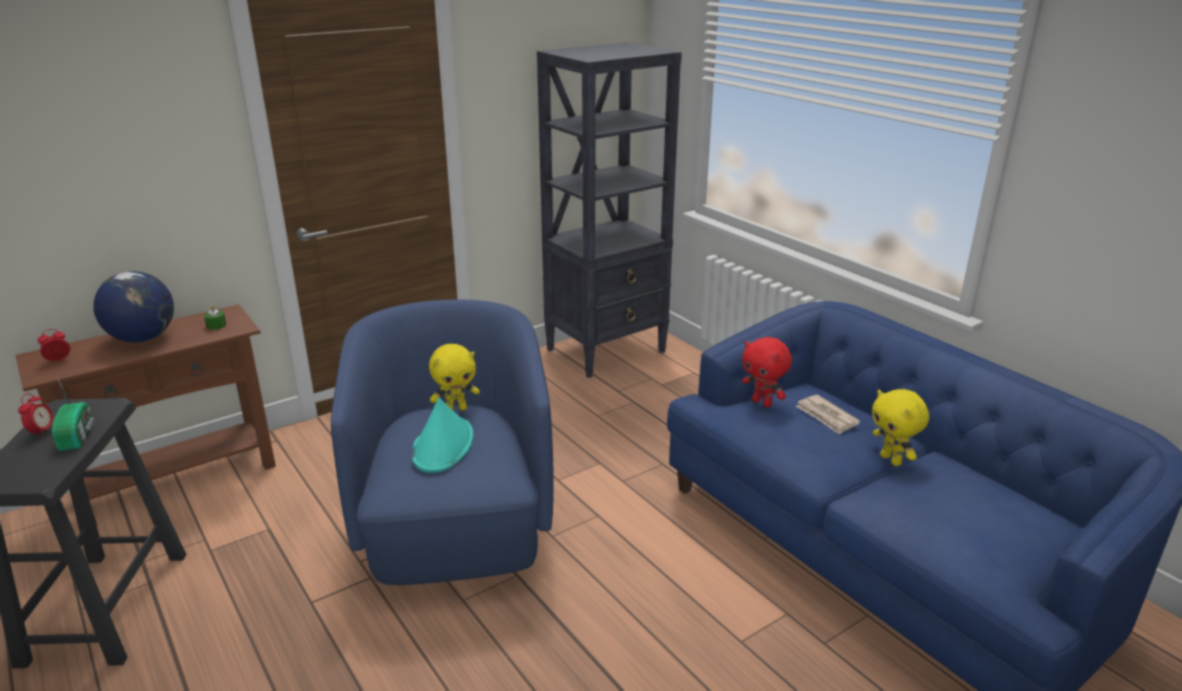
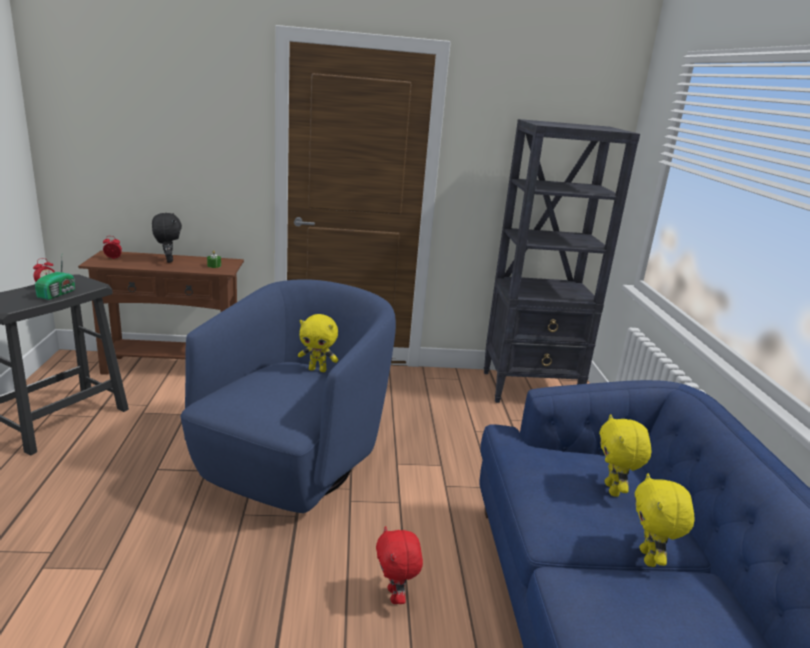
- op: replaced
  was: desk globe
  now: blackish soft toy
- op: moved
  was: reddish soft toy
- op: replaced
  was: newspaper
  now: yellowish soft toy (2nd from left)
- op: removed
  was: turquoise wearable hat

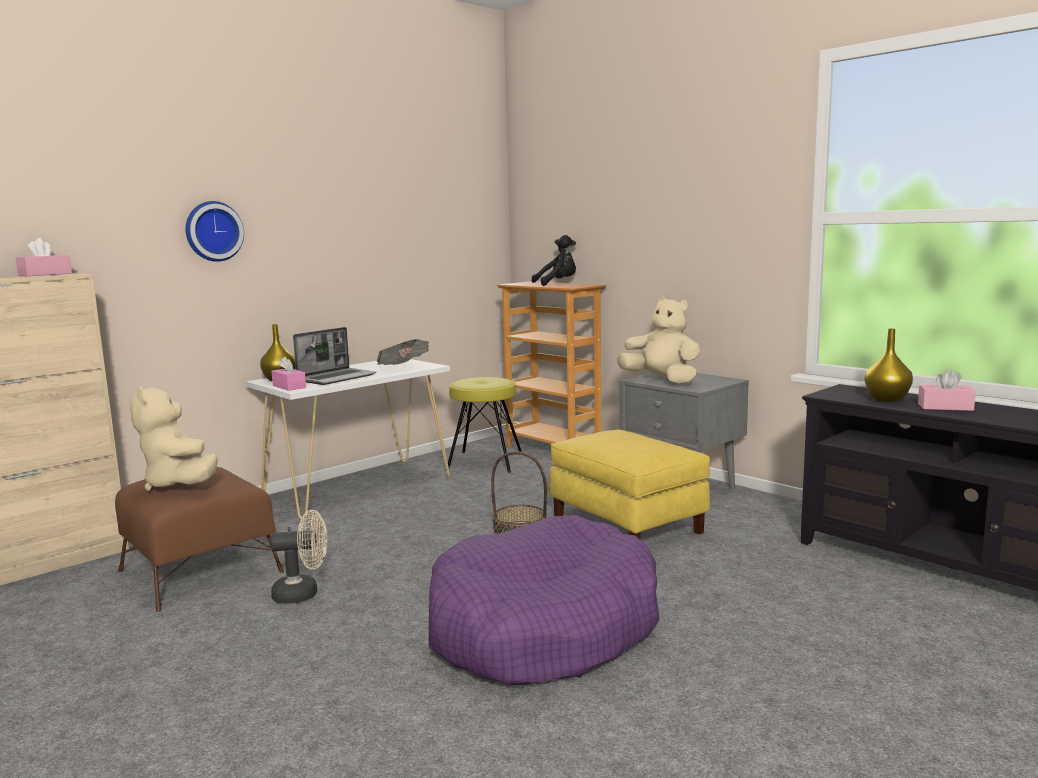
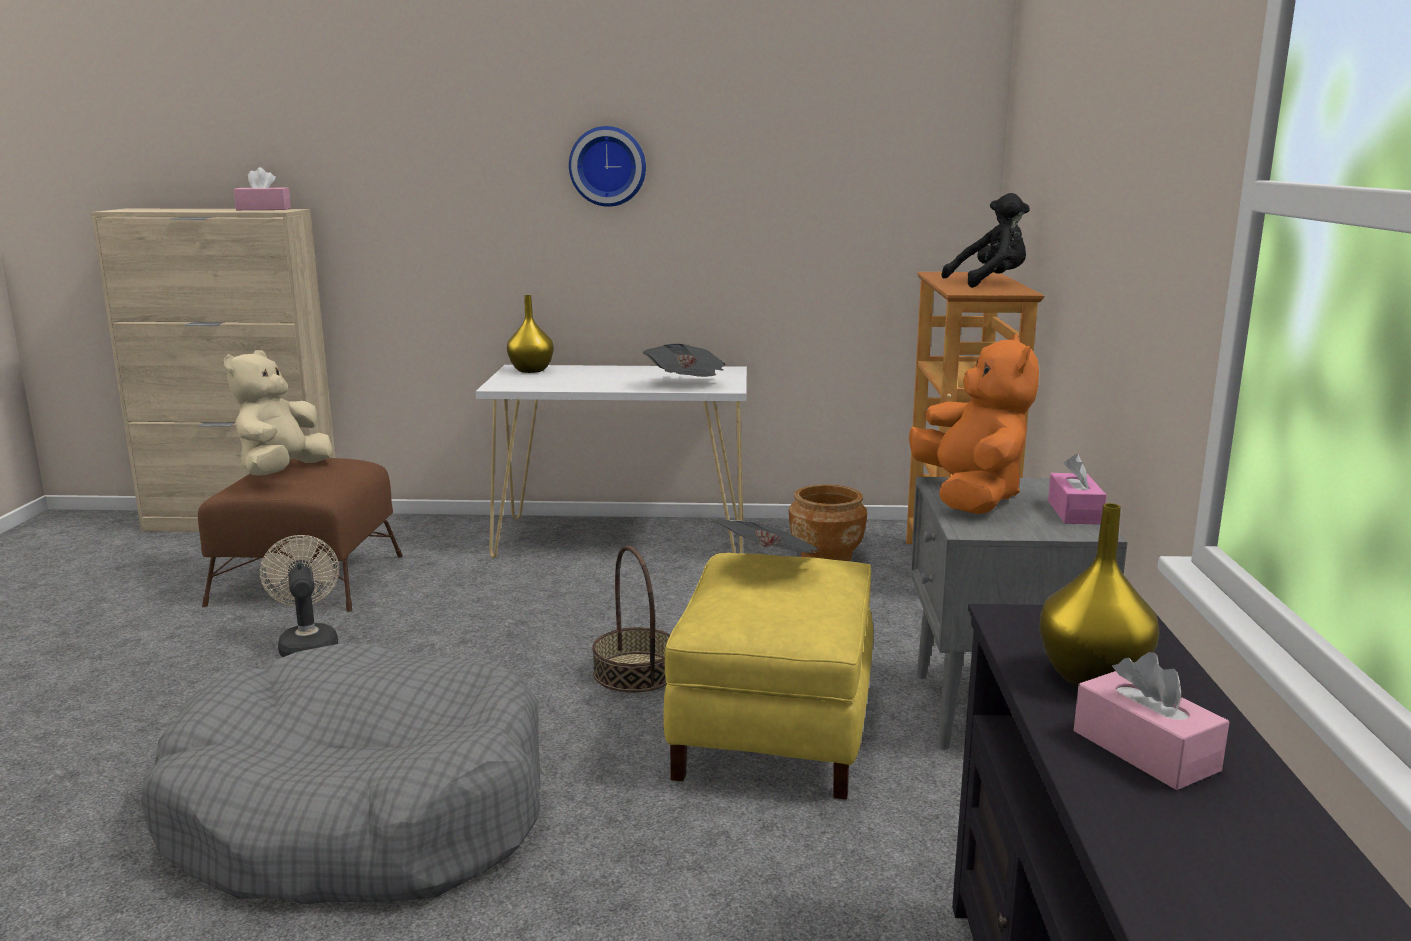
- op: recoloured
  was: purple pet bed
  now: grey pet bed
- op: turned
  was: beige cooling fan
  clockwise: -150
- op: moved
  was: clock on the wall
- op: added
  now: newspaper (2nd from left)
- op: replaced
  was: yellowish stool seat
  now: brownish plant pot
- op: recoloured
  was: beige soft toy (2nd from left)
  now: orange soft toy
- op: turned
  was: blackish soft toy
  clockwise: -45
- op: moved
  was: pink tissue box (2nd from left)
- op: removed
  was: notebook computer

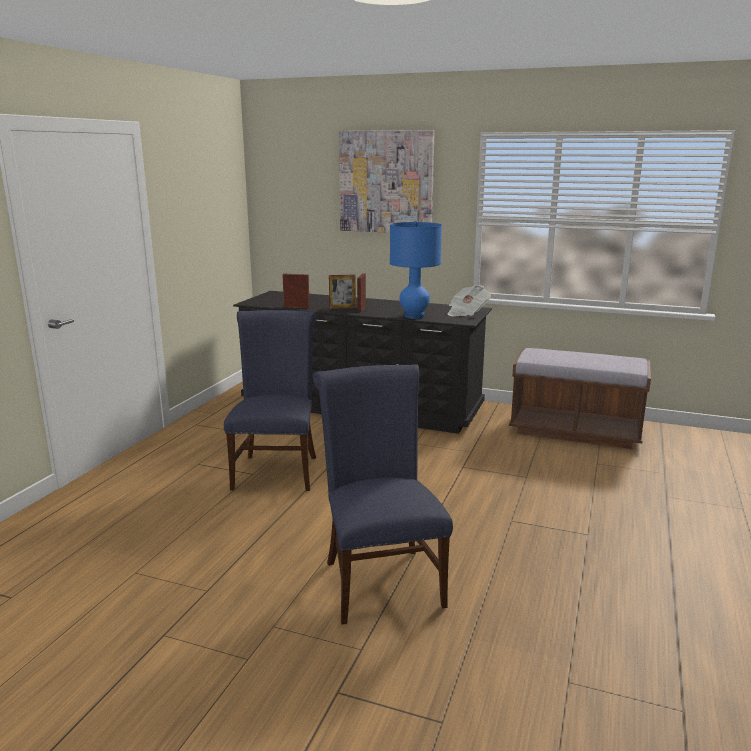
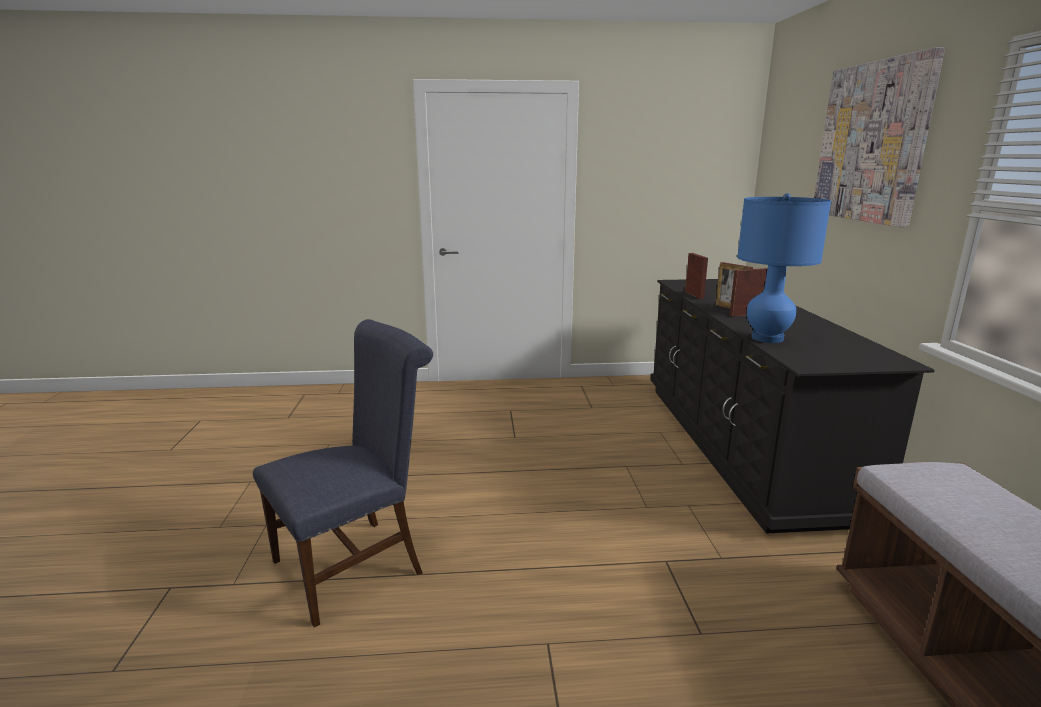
- op: removed
  was: blue chair (1st from left)
- op: removed
  was: newspaper

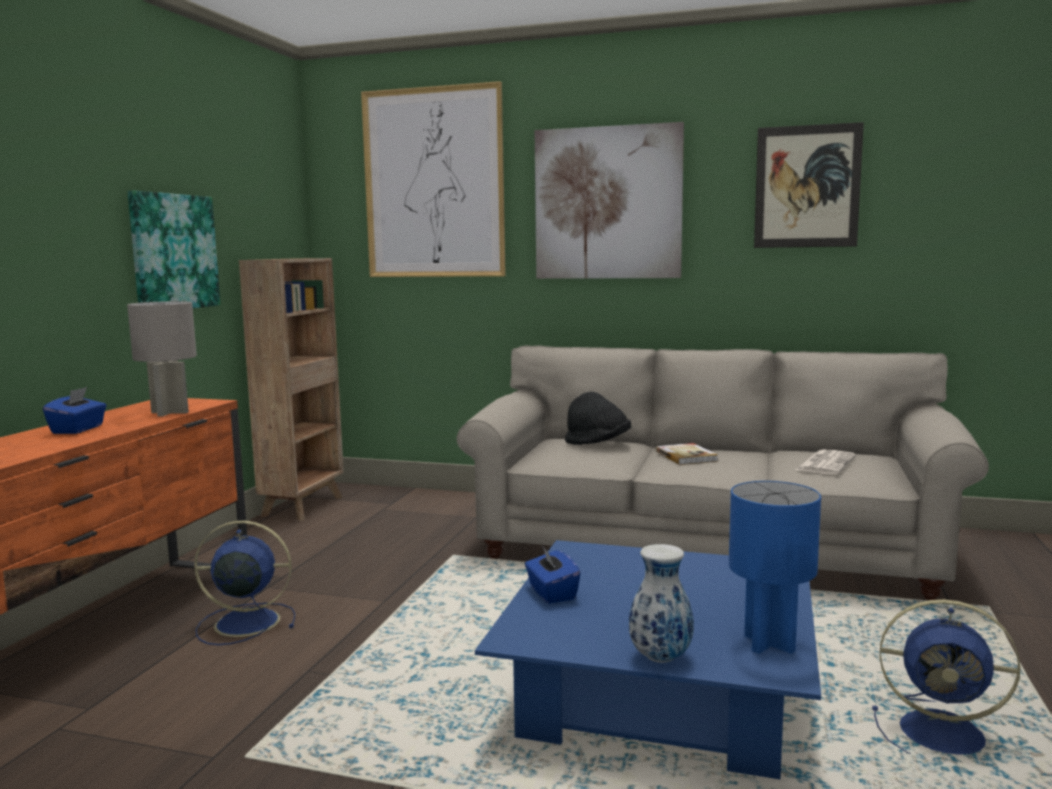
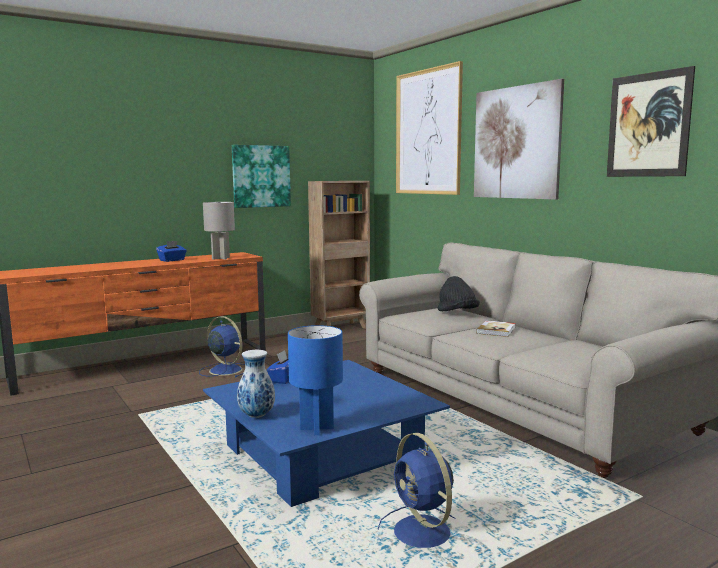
- op: removed
  was: newspaper

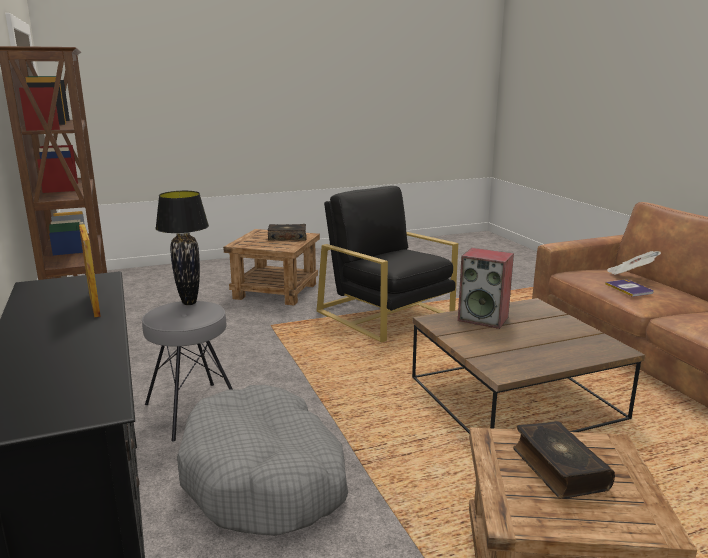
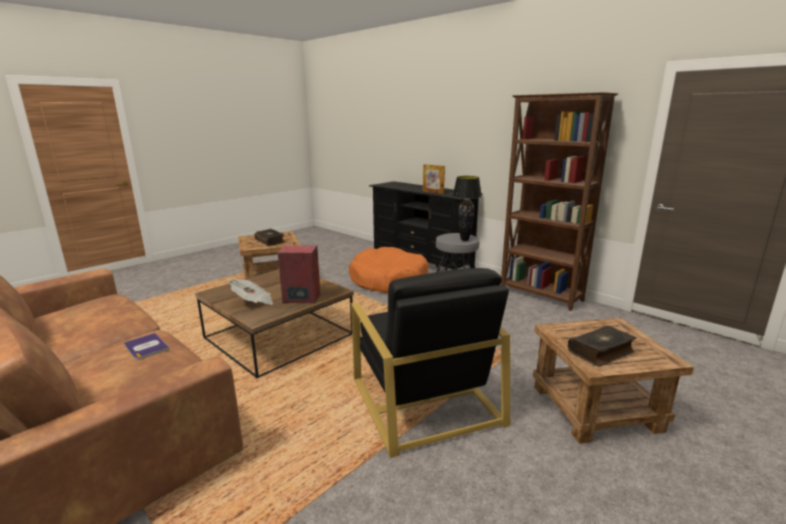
- op: moved
  was: newspaper
- op: recoloured
  was: grey pet bed
  now: orange pet bed
- op: turned
  was: blackish armchair
  clockwise: 45

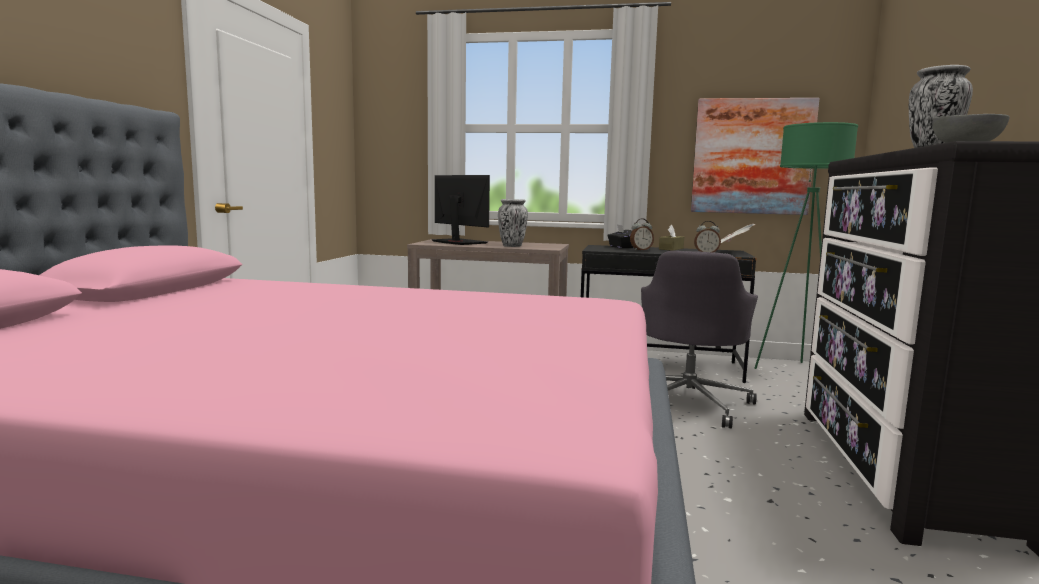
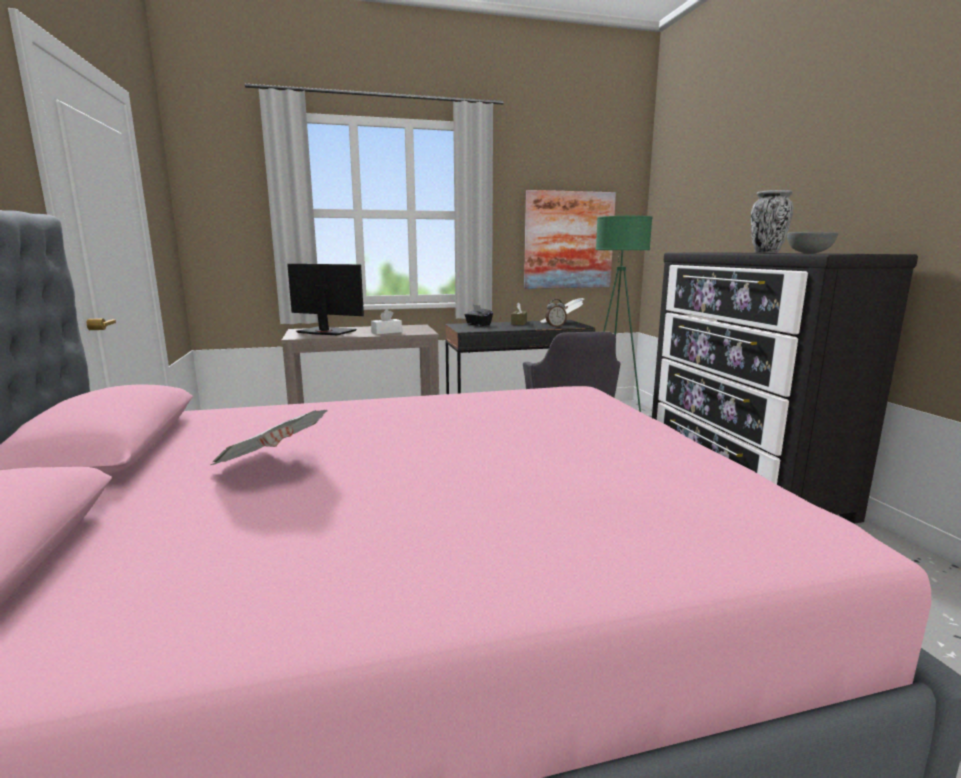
- op: added
  now: newspaper (1st from left)
- op: replaced
  was: vase (1st from left)
  now: white tissue box
- op: removed
  was: table clock (1st from left)

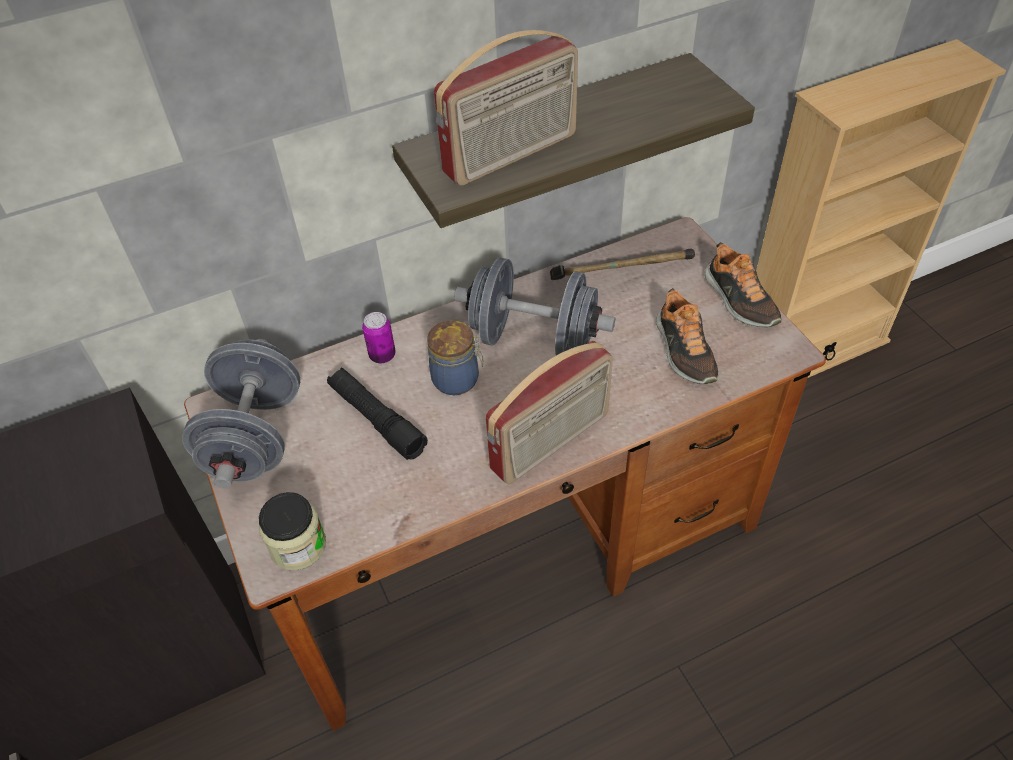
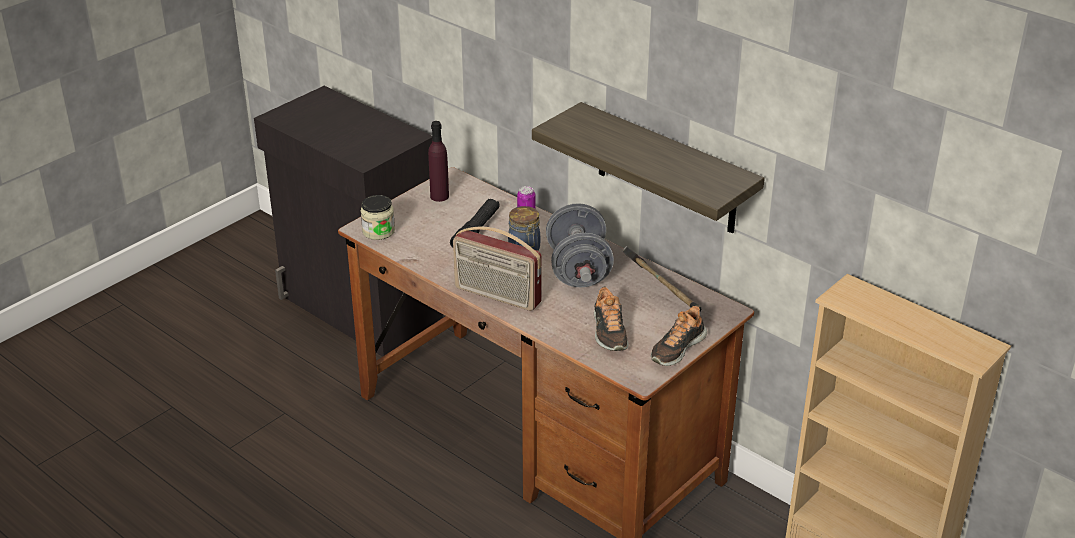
- op: replaced
  was: grey dumbbell (1st from left)
  now: purple drink bottle
- op: turned
  was: shoe (1st from left)
  clockwise: -60
- op: removed
  was: radio receiver (1st from left)

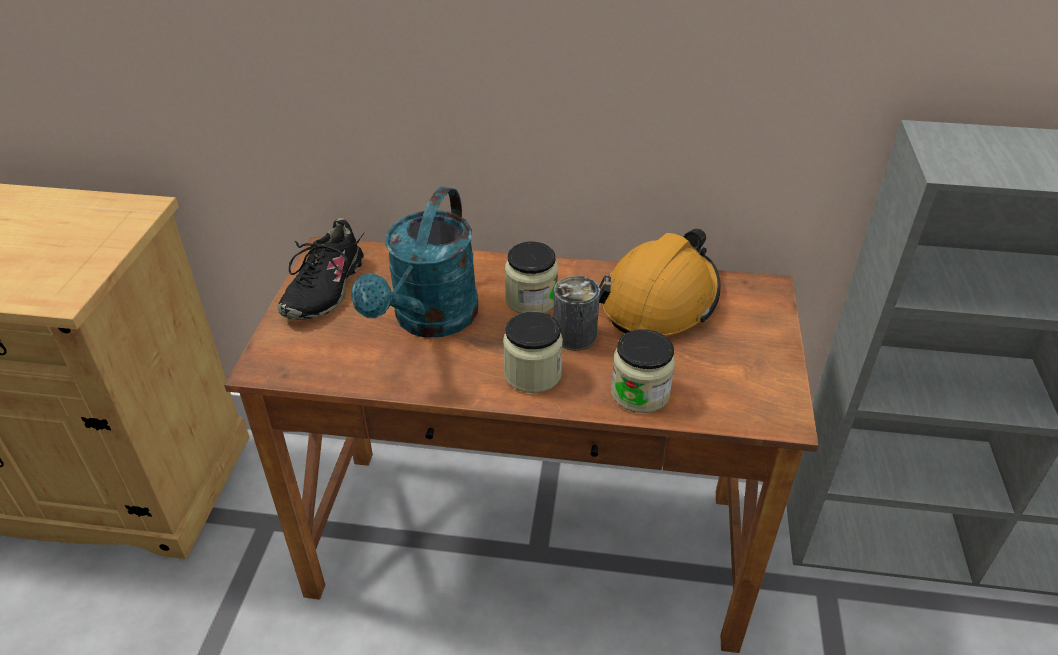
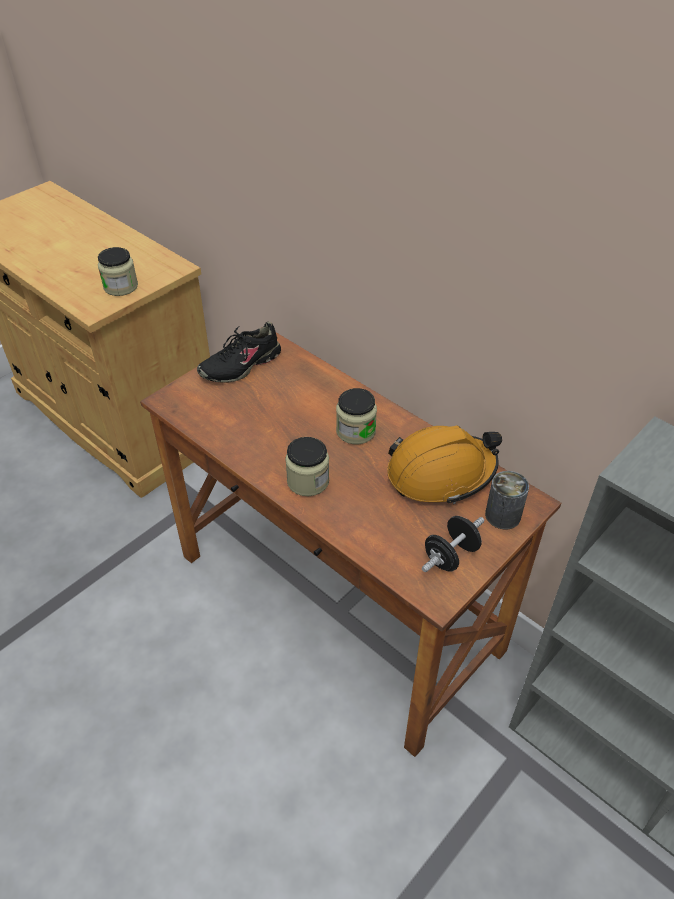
- op: moved
  was: storage jar (3rd from left in the first image)
  now: storage jar (1st from left)
- op: added
  now: blackish dumbbell
- op: moved
  was: metal can
- op: removed
  was: turquoise watering pot

